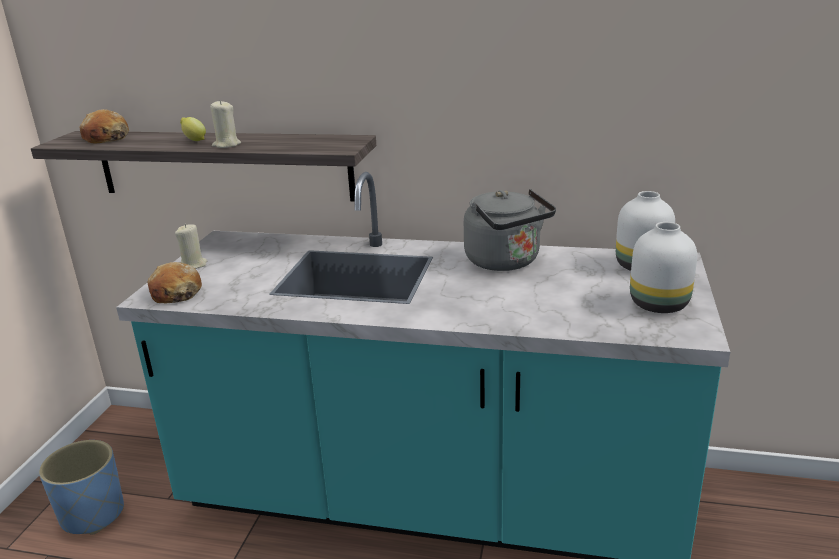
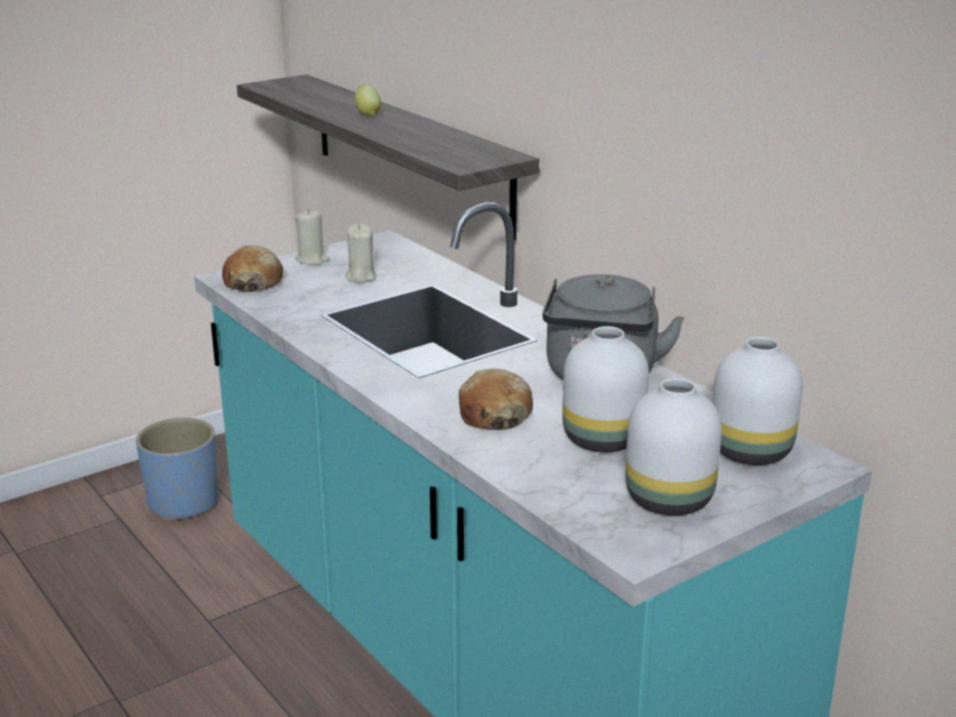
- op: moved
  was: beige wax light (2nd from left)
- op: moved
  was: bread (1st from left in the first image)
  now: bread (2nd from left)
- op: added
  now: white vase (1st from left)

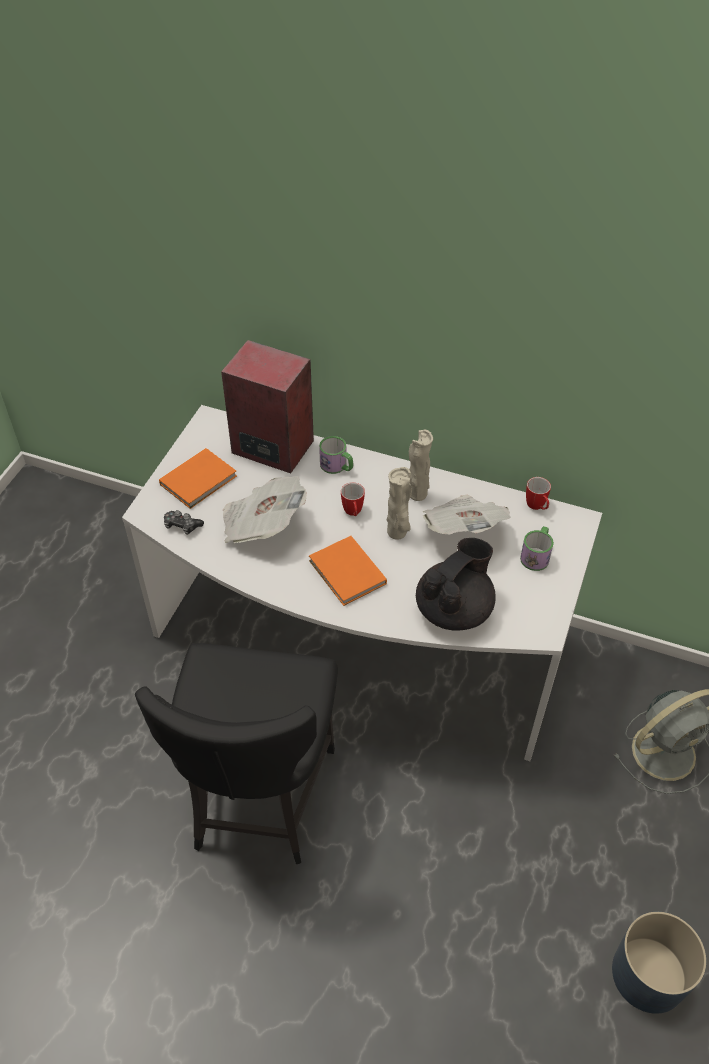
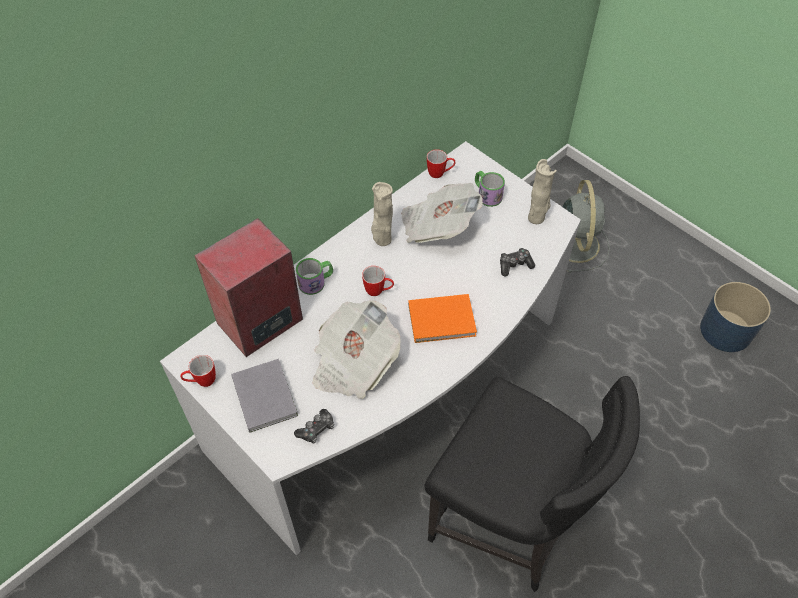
- op: added
  now: coffee mug (1st from left)
- op: recoloured
  was: orange volume (1st from left)
  now: grey volume
- op: replaced
  was: blackish teapot
  now: gamepad (2nd from left)
- op: moved
  was: beige vase (1st from left in the first image)
  now: beige vase (2nd from left)

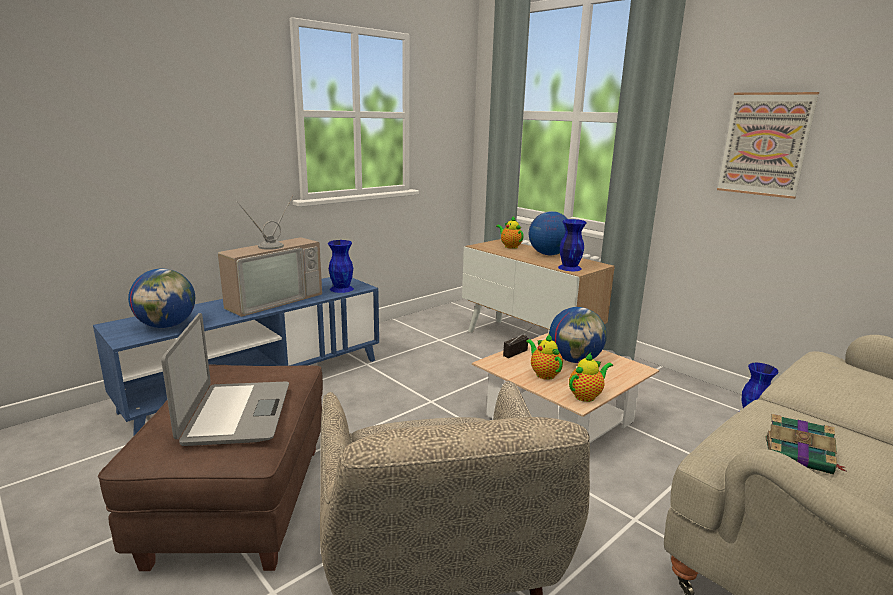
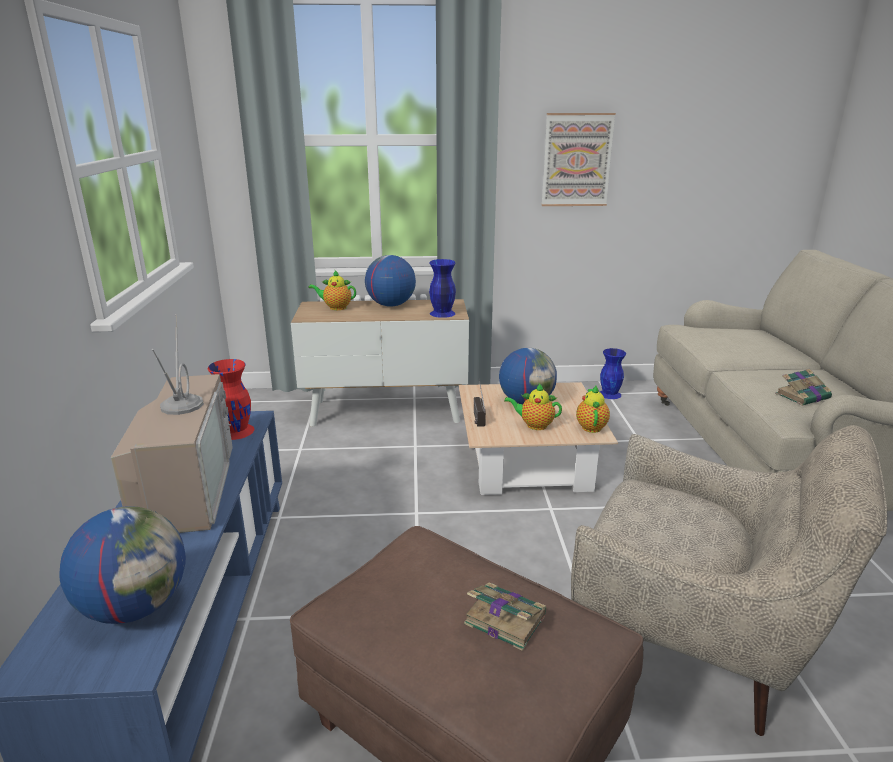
- op: recoloured
  was: blue vase (1st from left)
  now: reddish vase
- op: replaced
  was: notebook computer
  now: volume (1st from left)

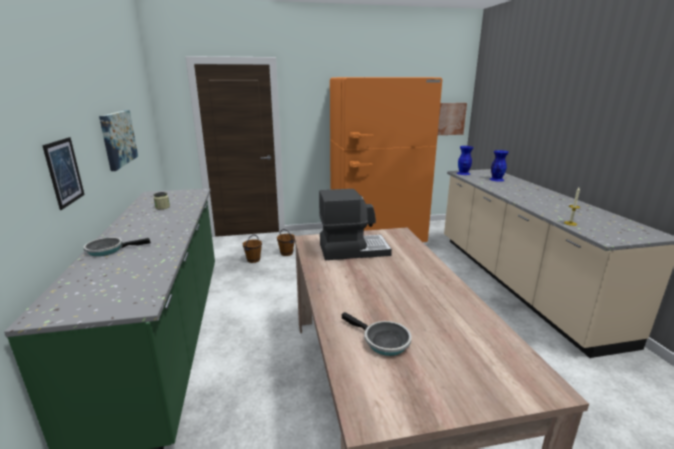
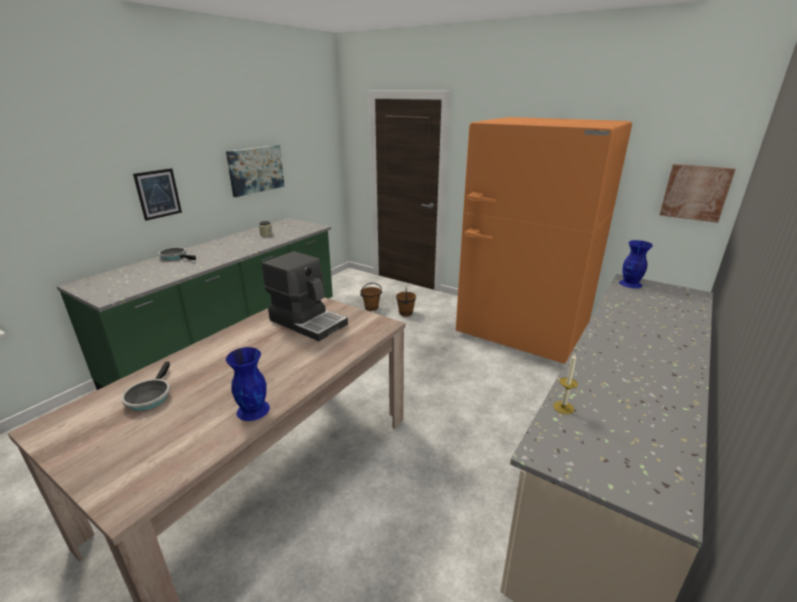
- op: moved
  was: blue vase (2nd from left in the first image)
  now: blue vase (1st from left)

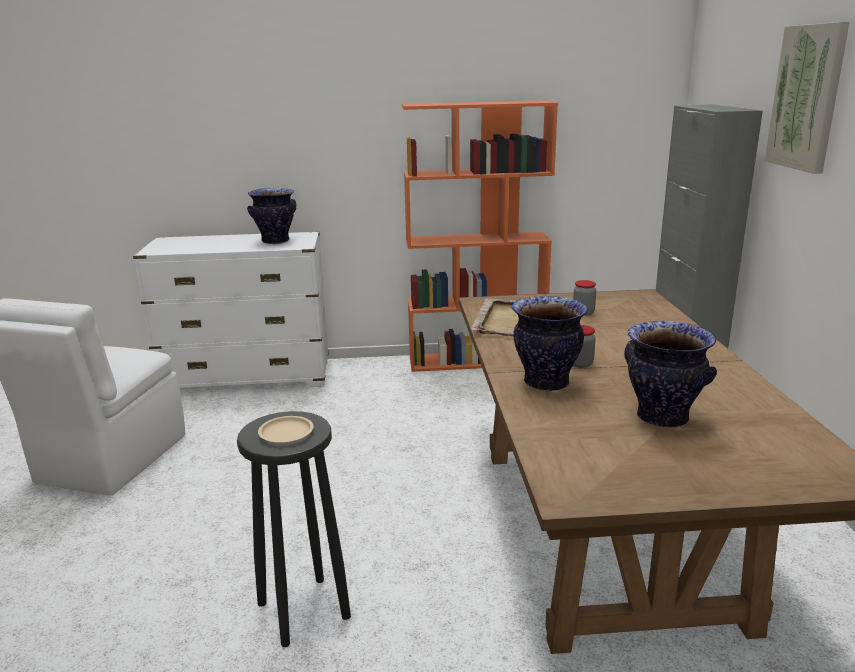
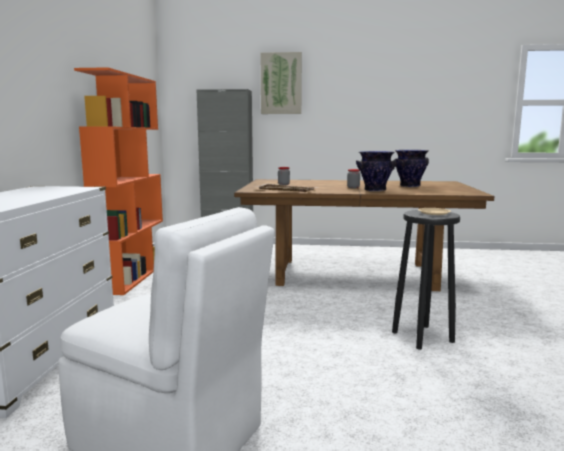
- op: removed
  was: vase (1st from left)

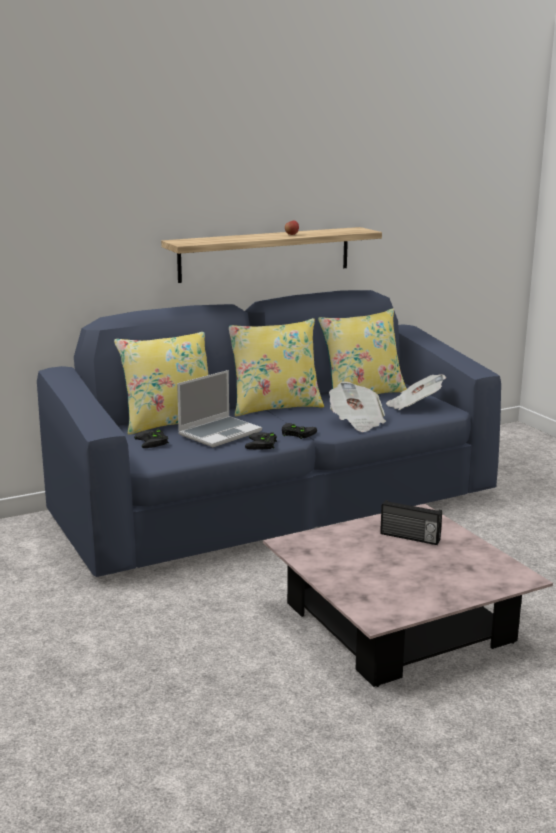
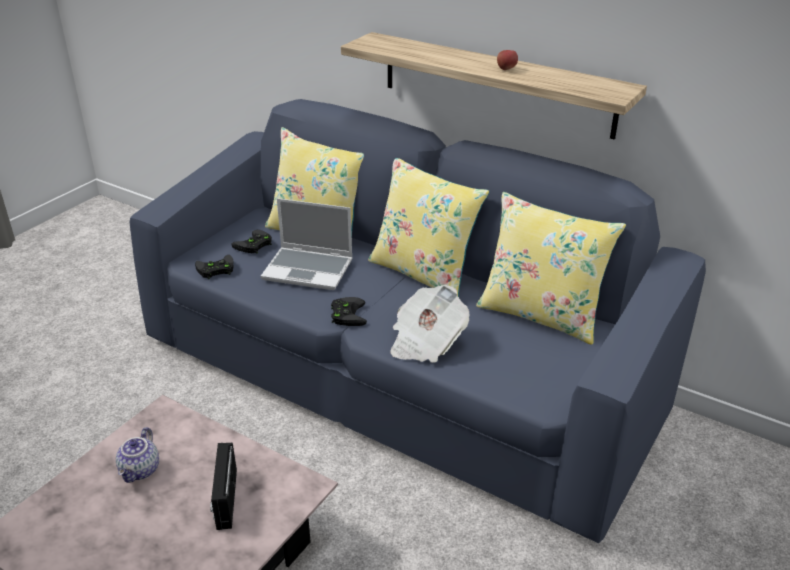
- op: added
  now: teapot
- op: moved
  was: blackish gamepad (2nd from left in the first image)
  now: blackish gamepad (1st from left)
- op: removed
  was: newspaper (2nd from left)

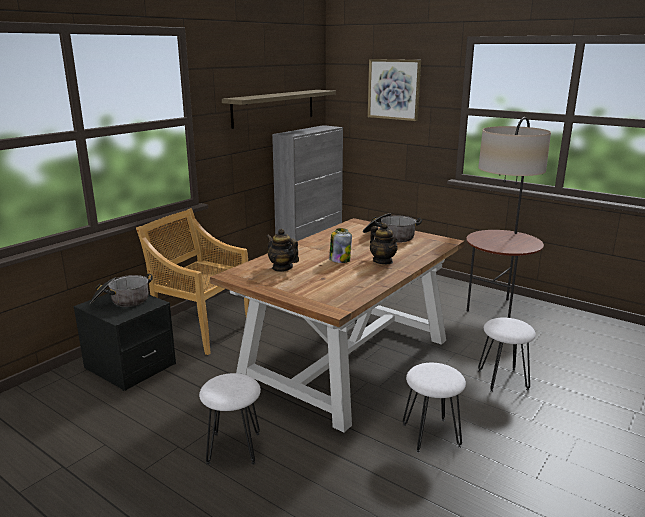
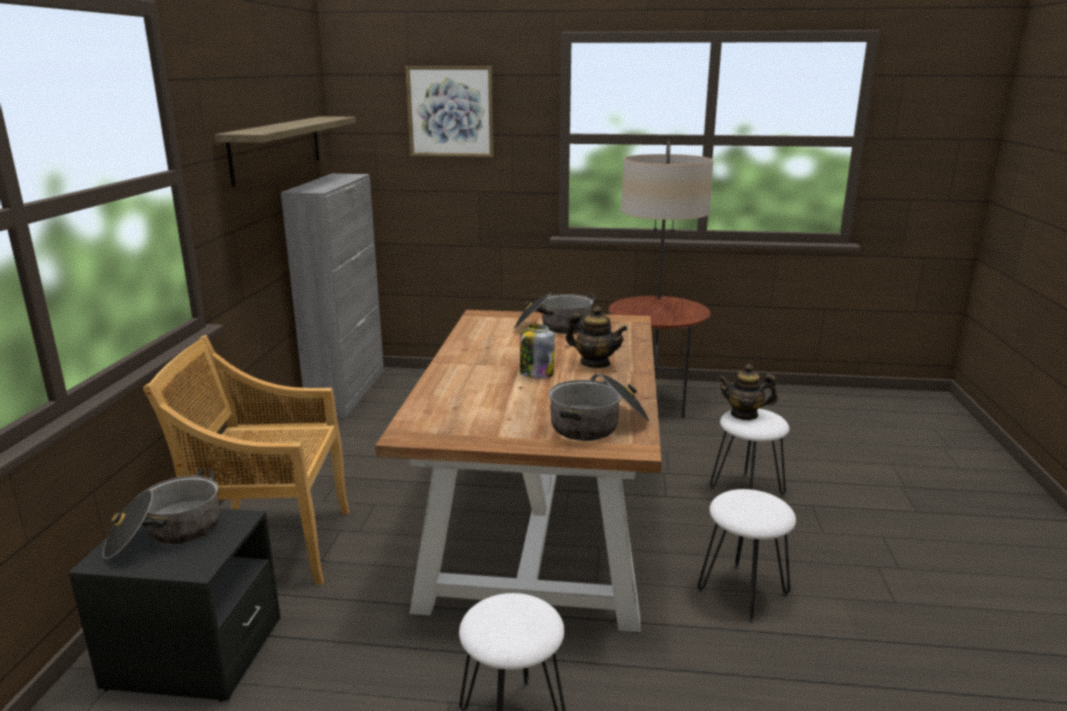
- op: added
  now: saucepot (3rd from left)
- op: moved
  was: teapot (1st from left in the first image)
  now: teapot (2nd from left)

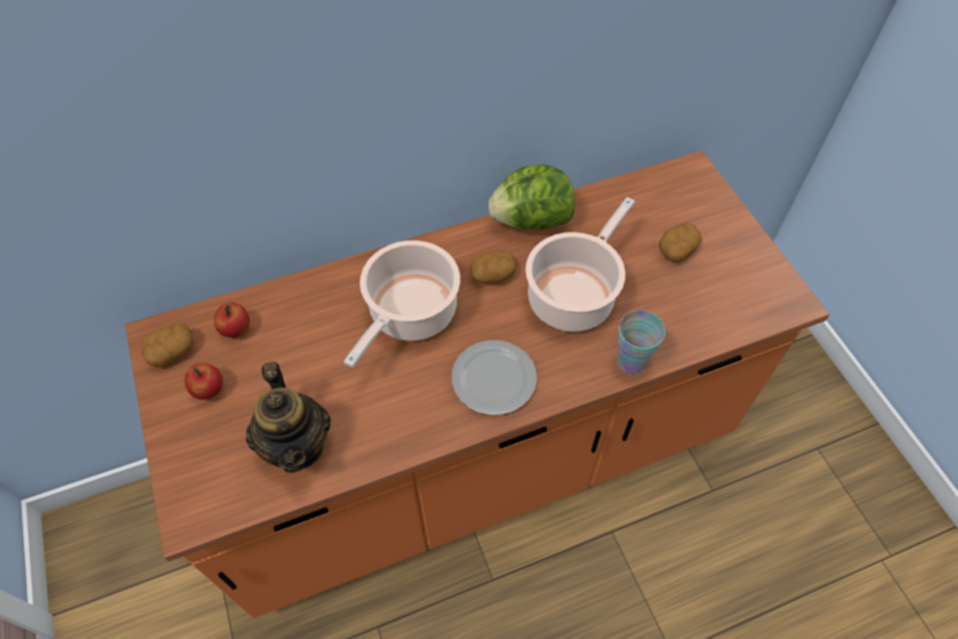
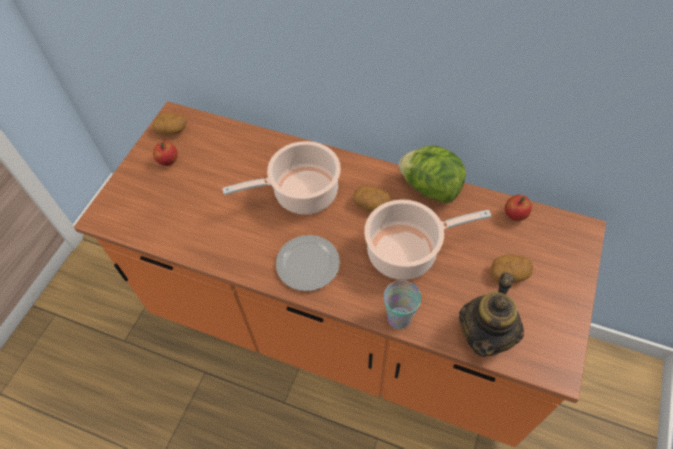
- op: moved
  was: teapot
- op: moved
  was: apple (2nd from left)

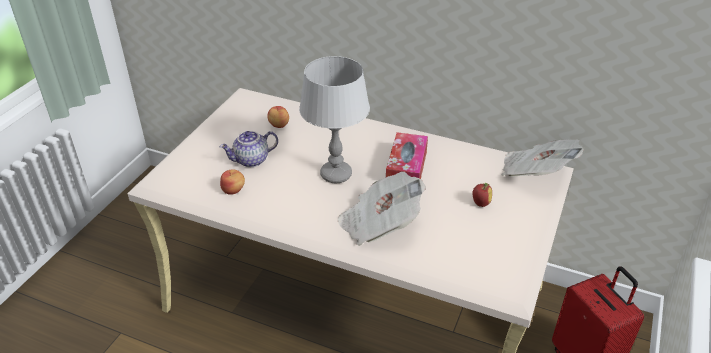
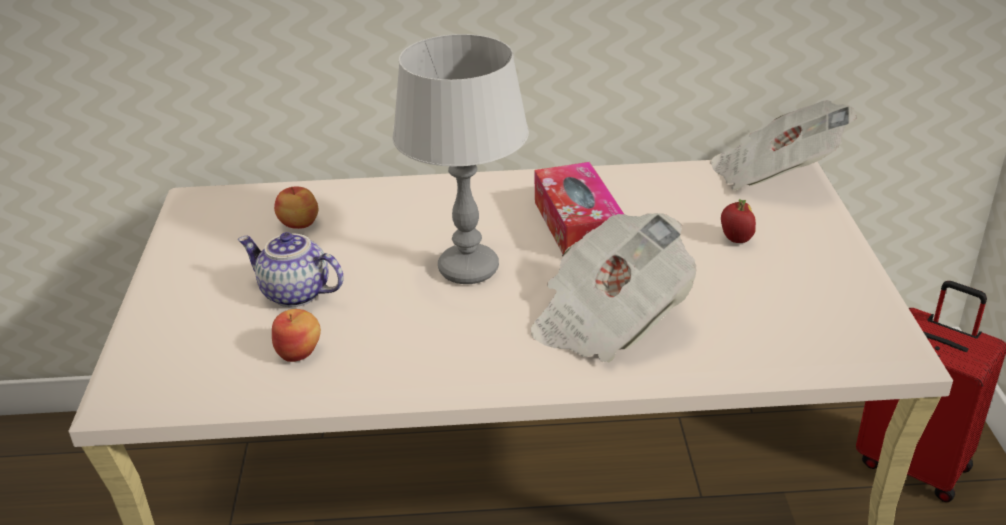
- op: turned
  was: teapot
  clockwise: 75

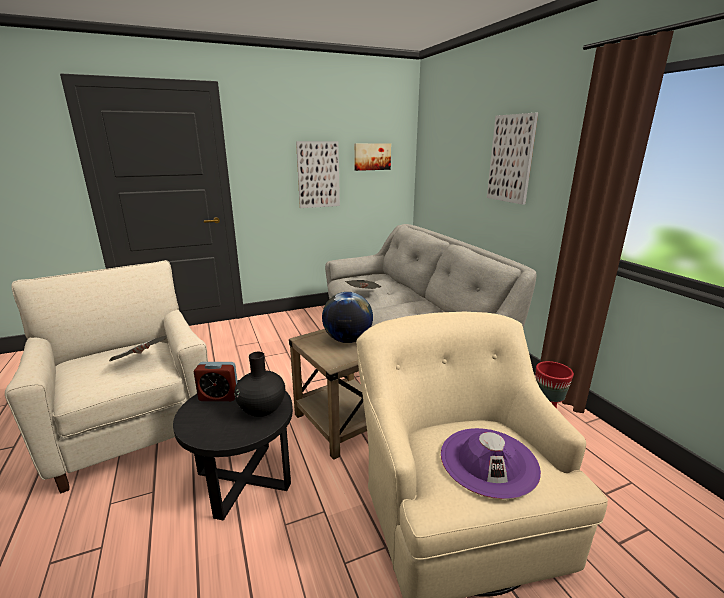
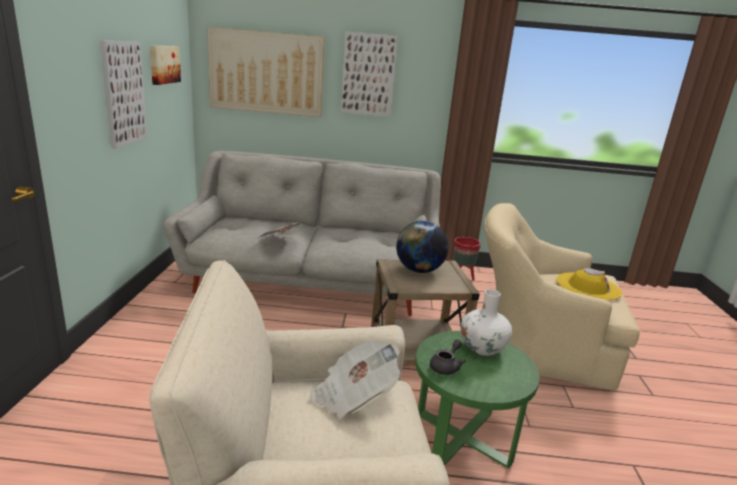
- op: added
  now: wall art (3rd from left)
- op: recoloured
  was: blackish end table
  now: green-coloured end table
- op: replaced
  was: table clock
  now: grey teapot
- op: recoloured
  was: blackish vase
  now: white vase
- op: recoloured
  was: purple wearable hat
  now: yellowish wearable hat

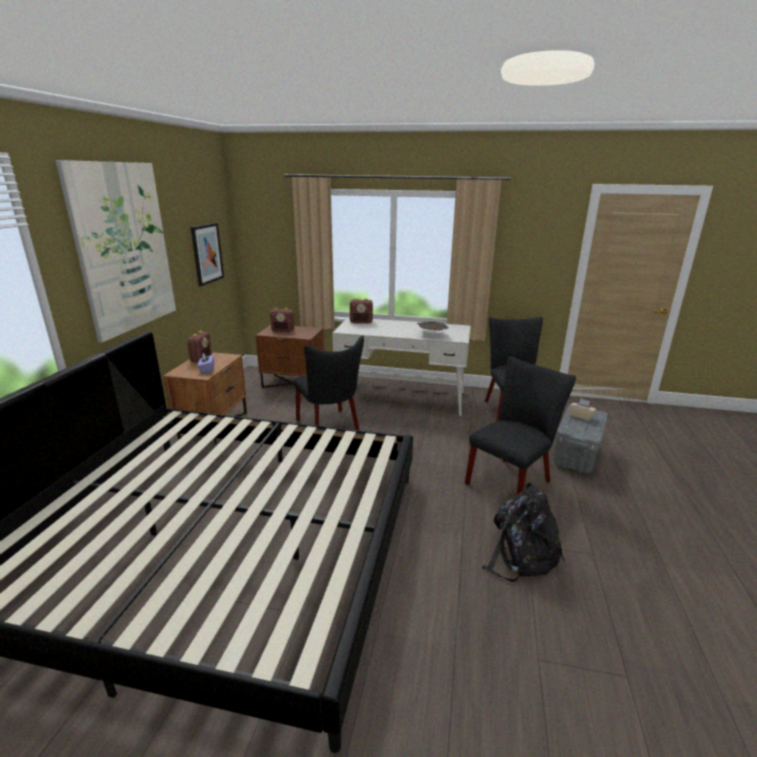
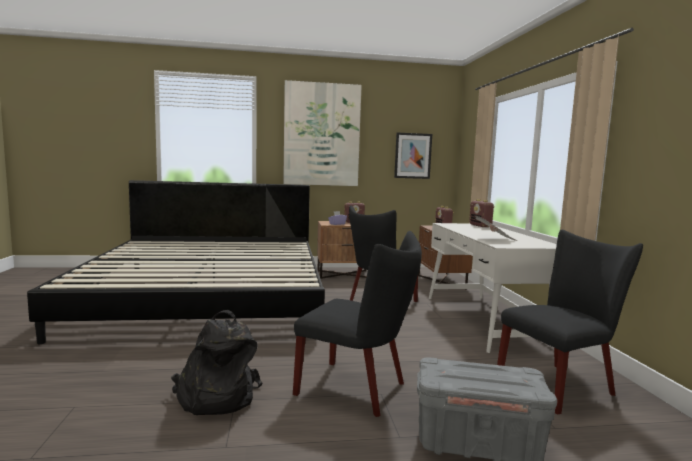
- op: removed
  was: beige tissue box

